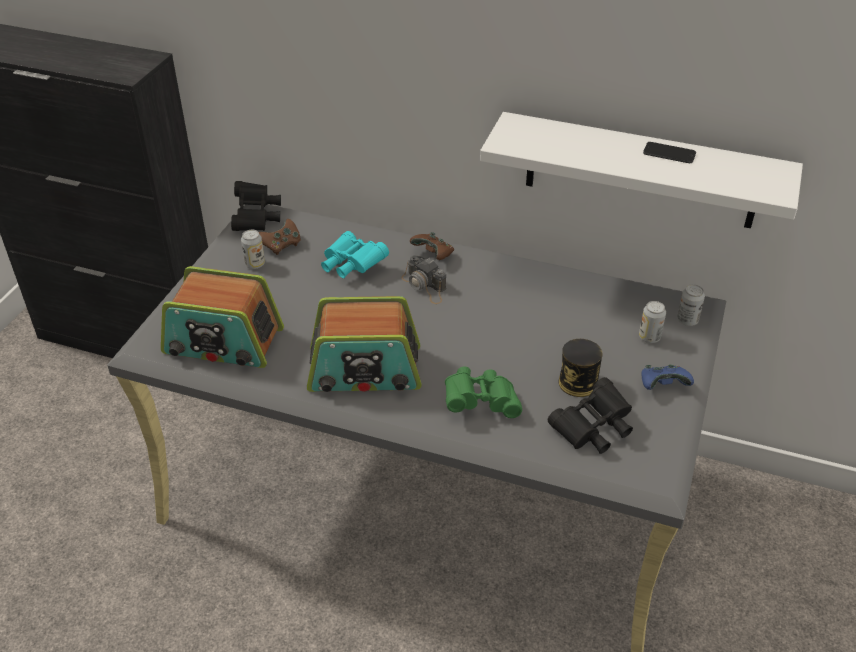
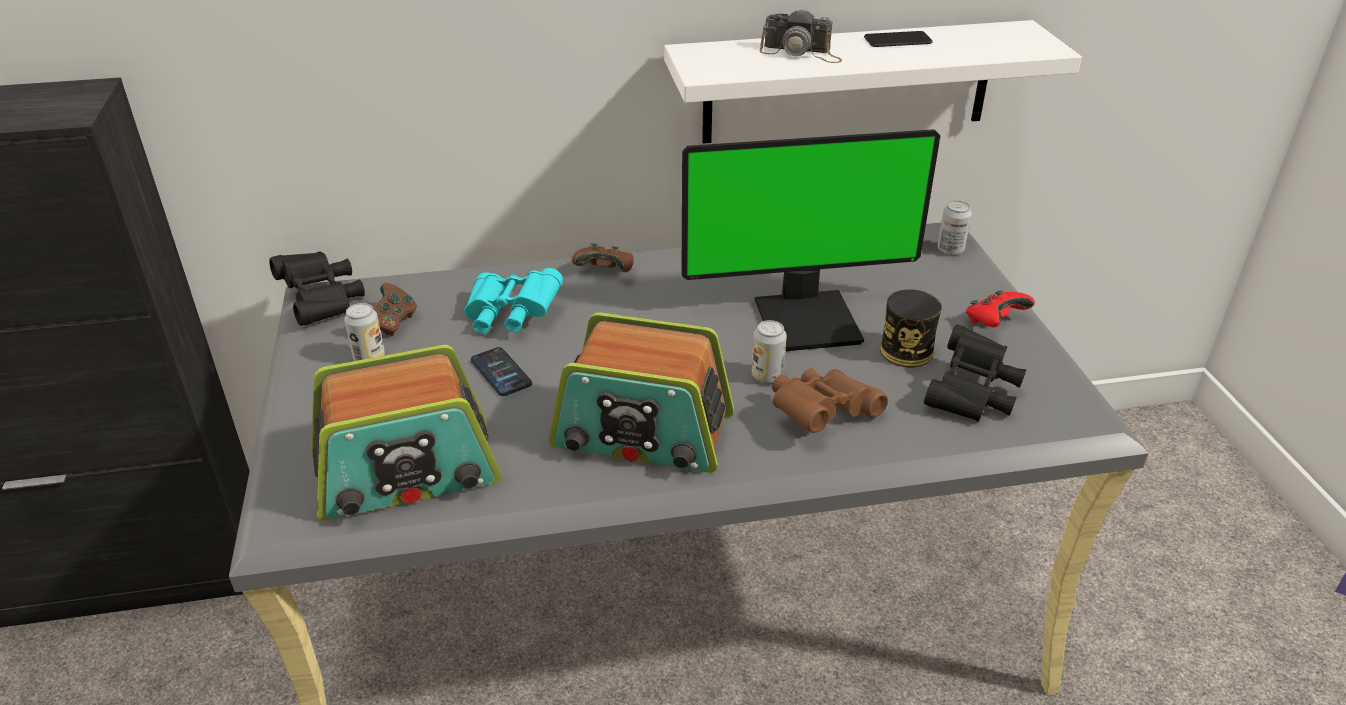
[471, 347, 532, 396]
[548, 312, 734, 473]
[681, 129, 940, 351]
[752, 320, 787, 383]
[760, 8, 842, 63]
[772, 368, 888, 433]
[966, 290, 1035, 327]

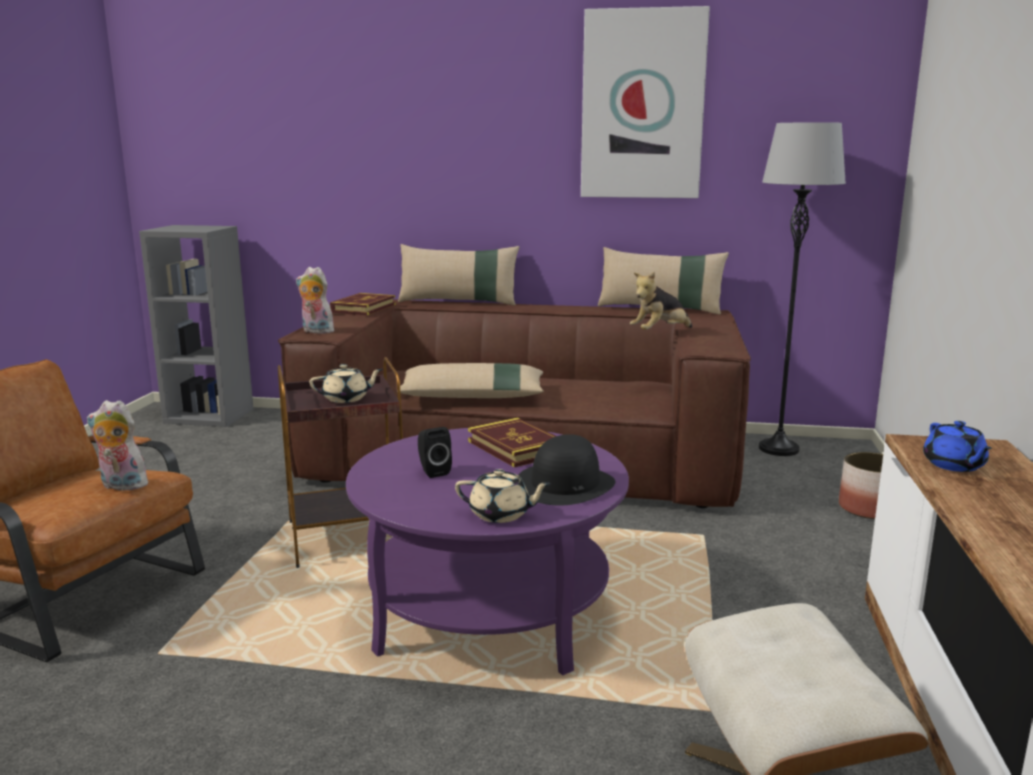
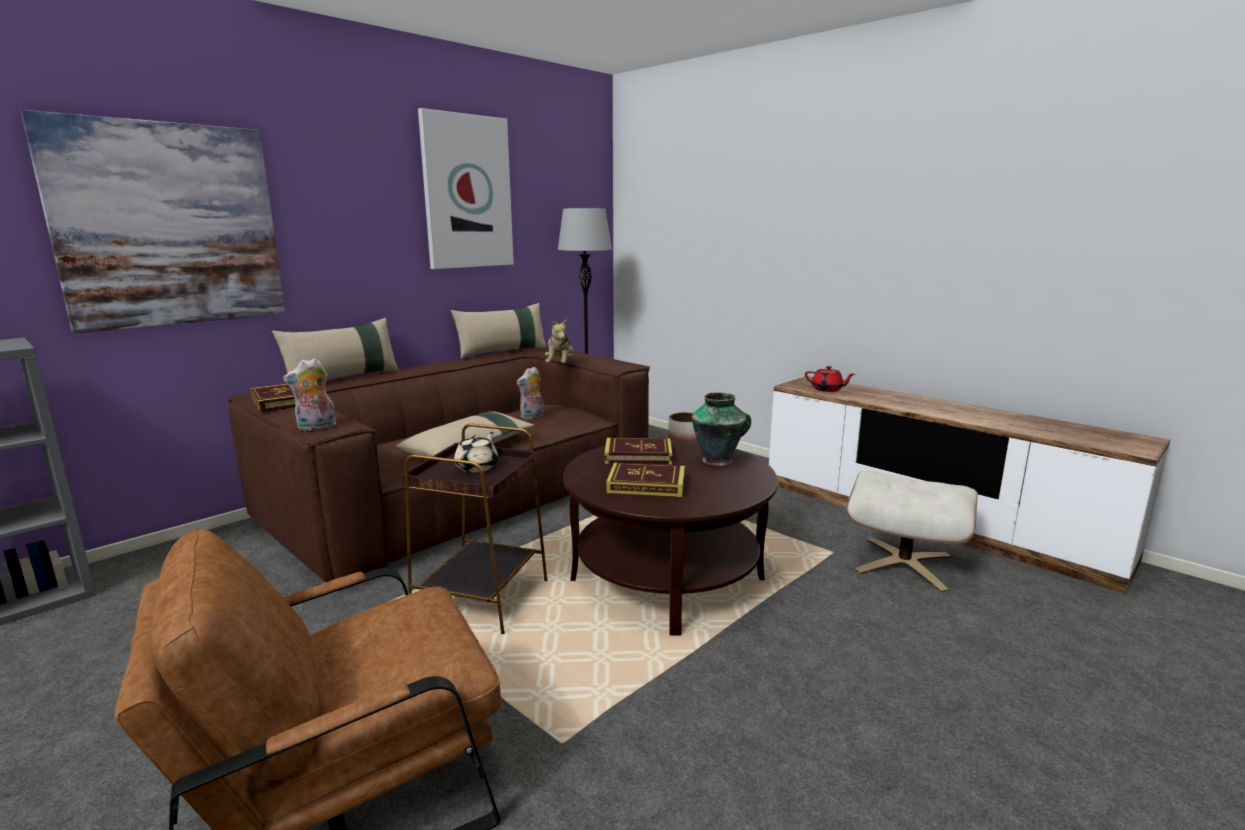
[20, 110, 286, 334]
[516, 367, 544, 420]
[563, 439, 778, 636]
[606, 462, 685, 497]
[692, 392, 751, 466]
[805, 366, 855, 392]
[455, 469, 551, 523] (first image)

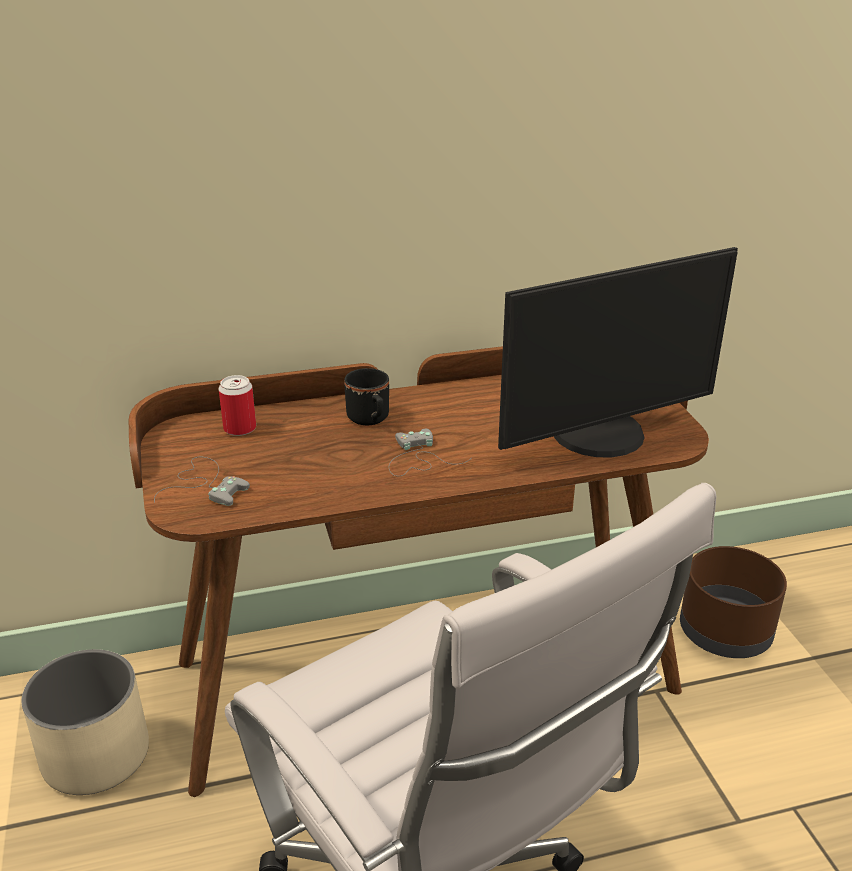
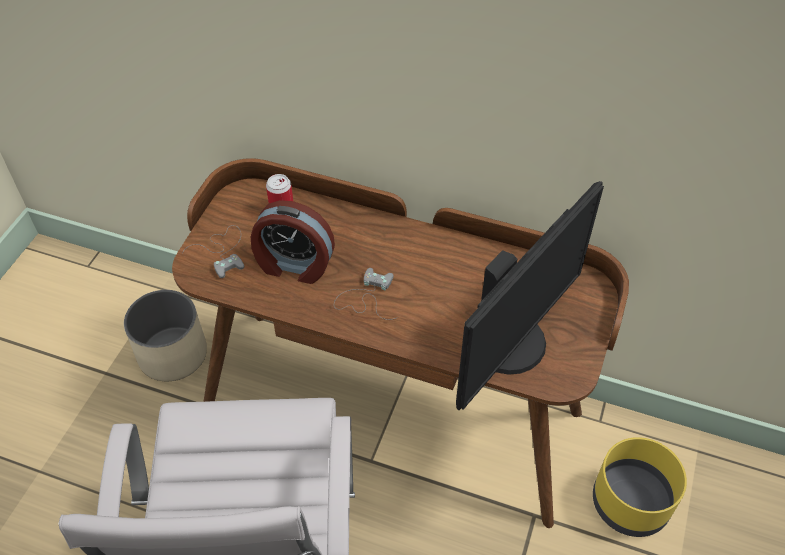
[251, 200, 335, 284]
[456, 181, 604, 410]
[593, 437, 687, 537]
[344, 368, 389, 425] (first image)

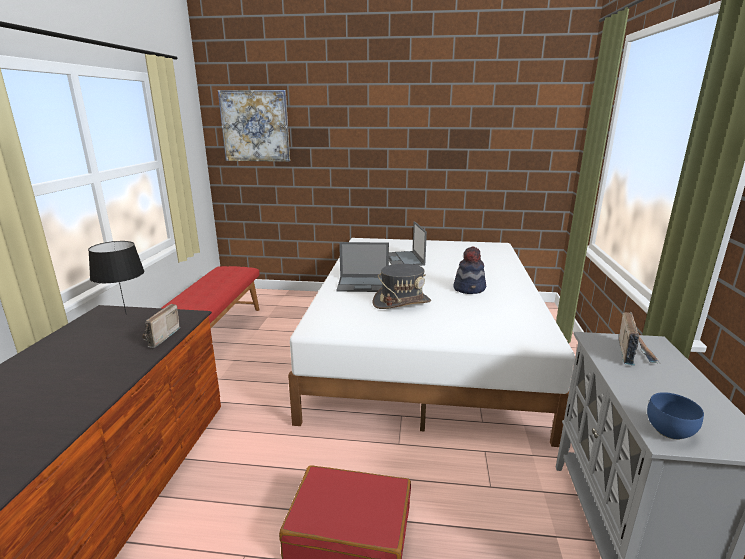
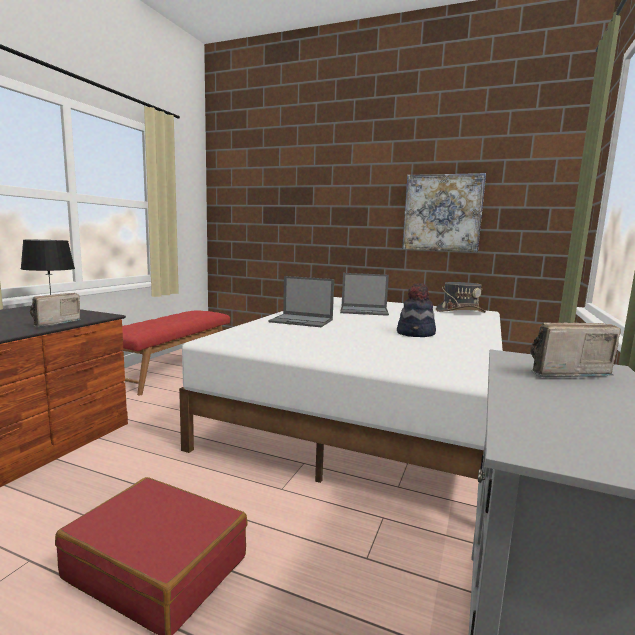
[340, 273, 389, 316]
[402, 173, 486, 252]
[436, 282, 486, 313]
[530, 322, 621, 378]
[647, 392, 704, 440] (first image)

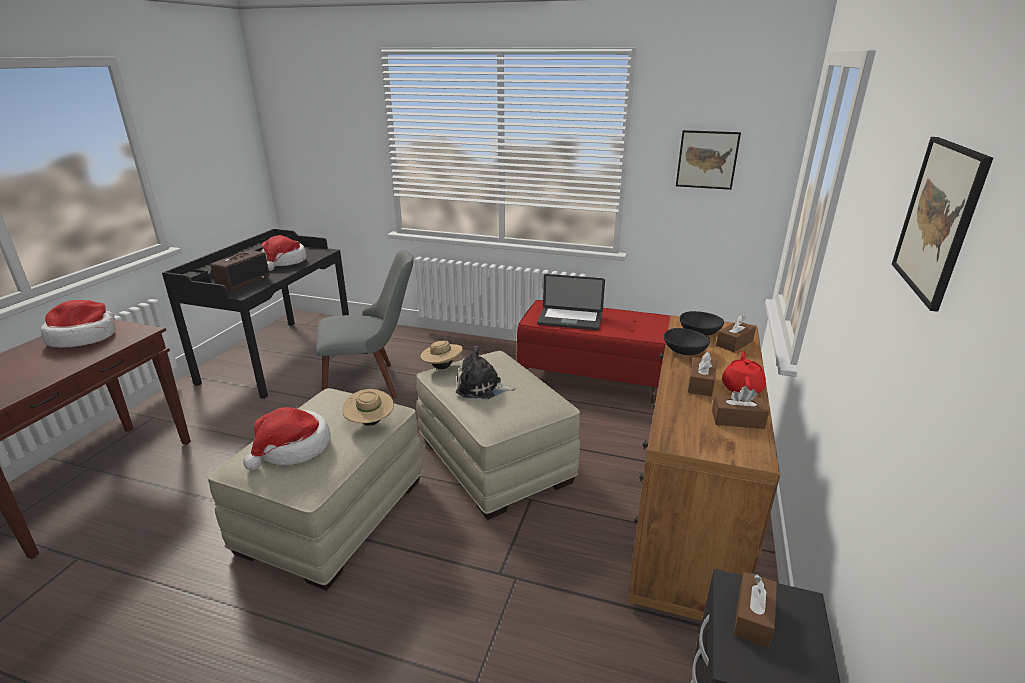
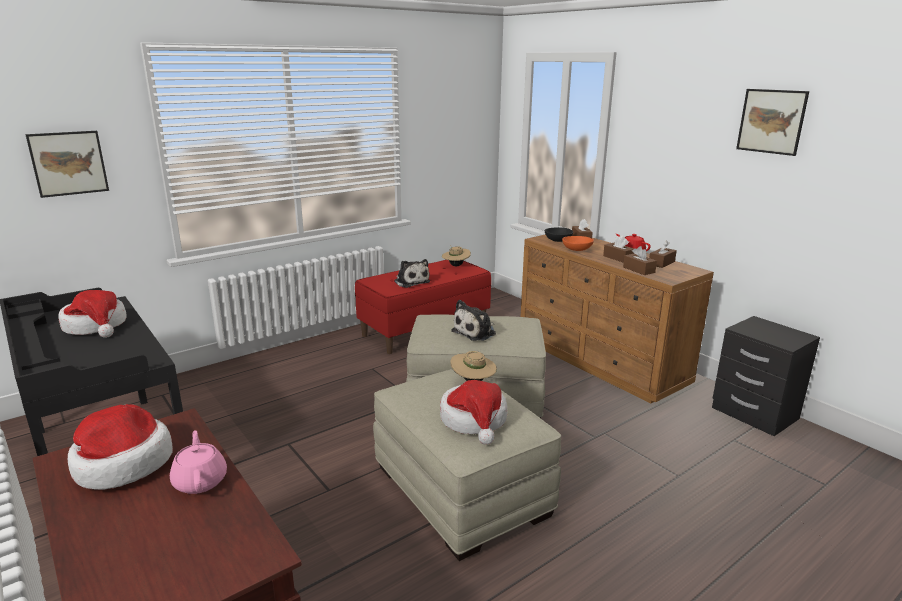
[25, 131, 109, 198]
[170, 430, 227, 494]
[394, 259, 430, 288]
[442, 245, 471, 266]
[562, 236, 594, 251]
[623, 246, 657, 275]
[211, 250, 269, 291] (first image)
[316, 250, 414, 398] (first image)

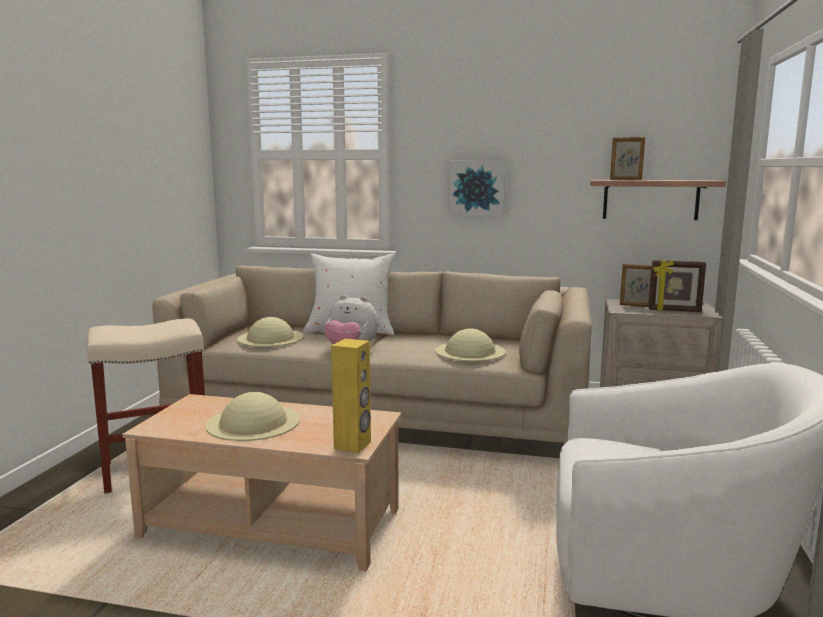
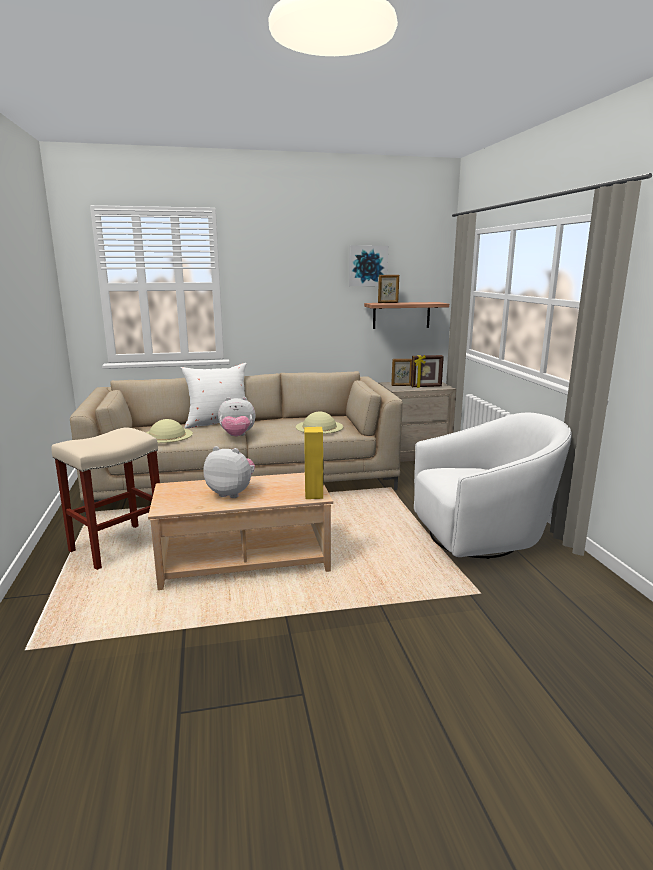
[203, 446, 255, 498]
[349, 245, 388, 286]

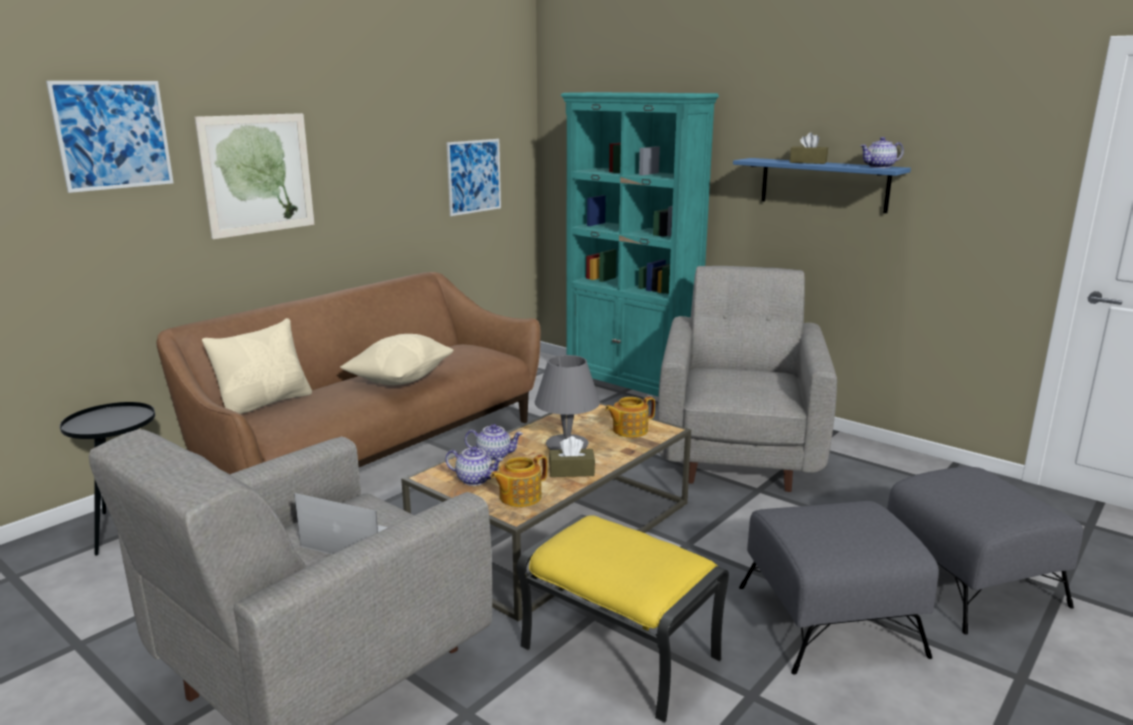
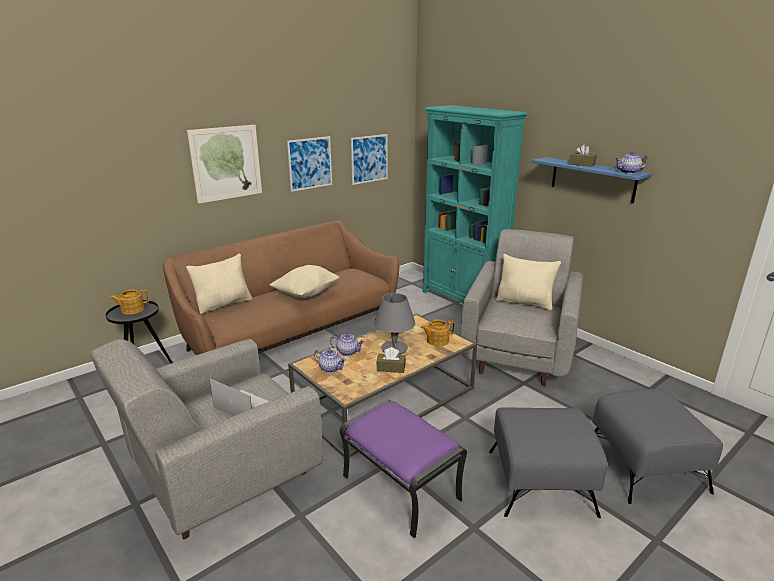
[110, 289, 149, 315]
[287, 136, 332, 192]
[340, 400, 467, 538]
[496, 254, 561, 311]

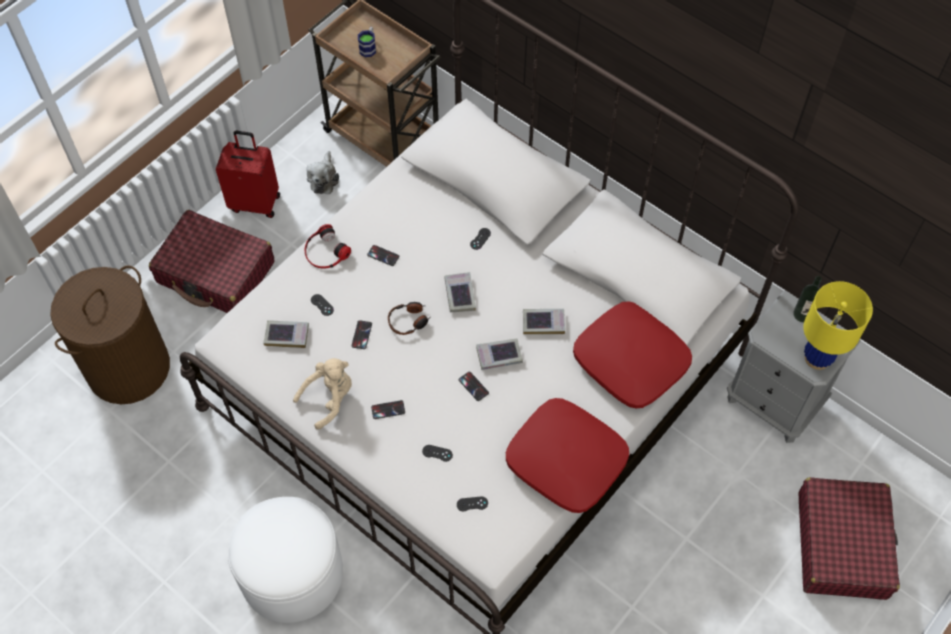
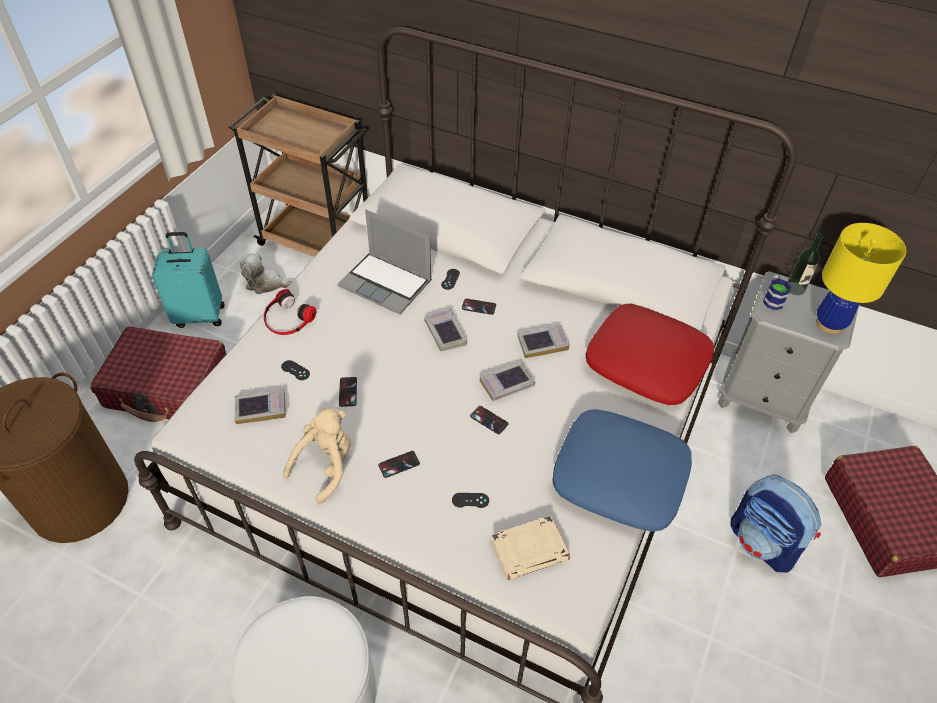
[152, 232, 225, 328]
[240, 253, 292, 294]
[338, 210, 432, 315]
[462, 299, 496, 315]
[491, 515, 570, 580]
[552, 409, 692, 532]
[730, 474, 821, 572]
[763, 275, 792, 310]
[388, 302, 430, 335] (first image)

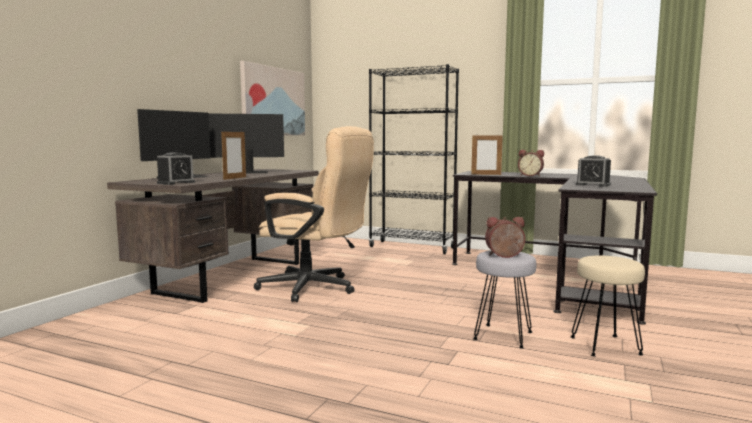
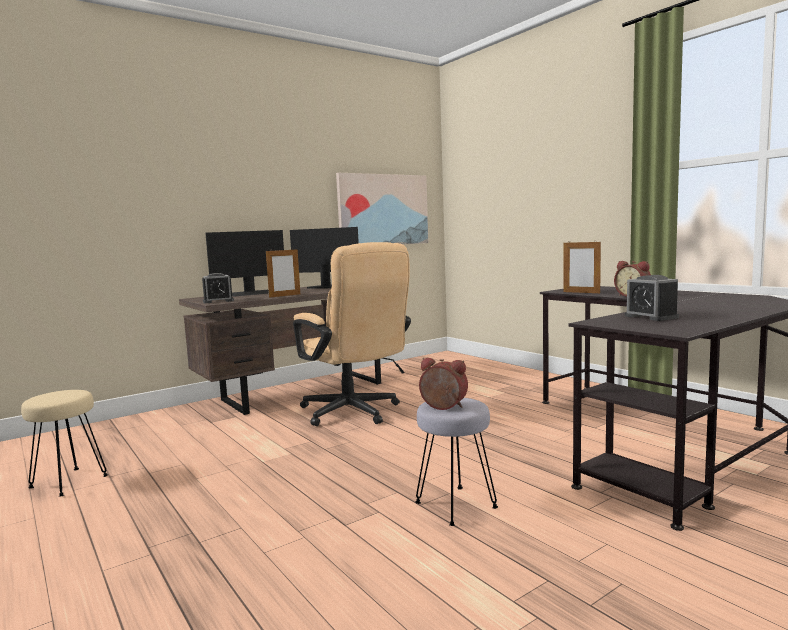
[21, 390, 108, 497]
[369, 64, 459, 254] (first image)

